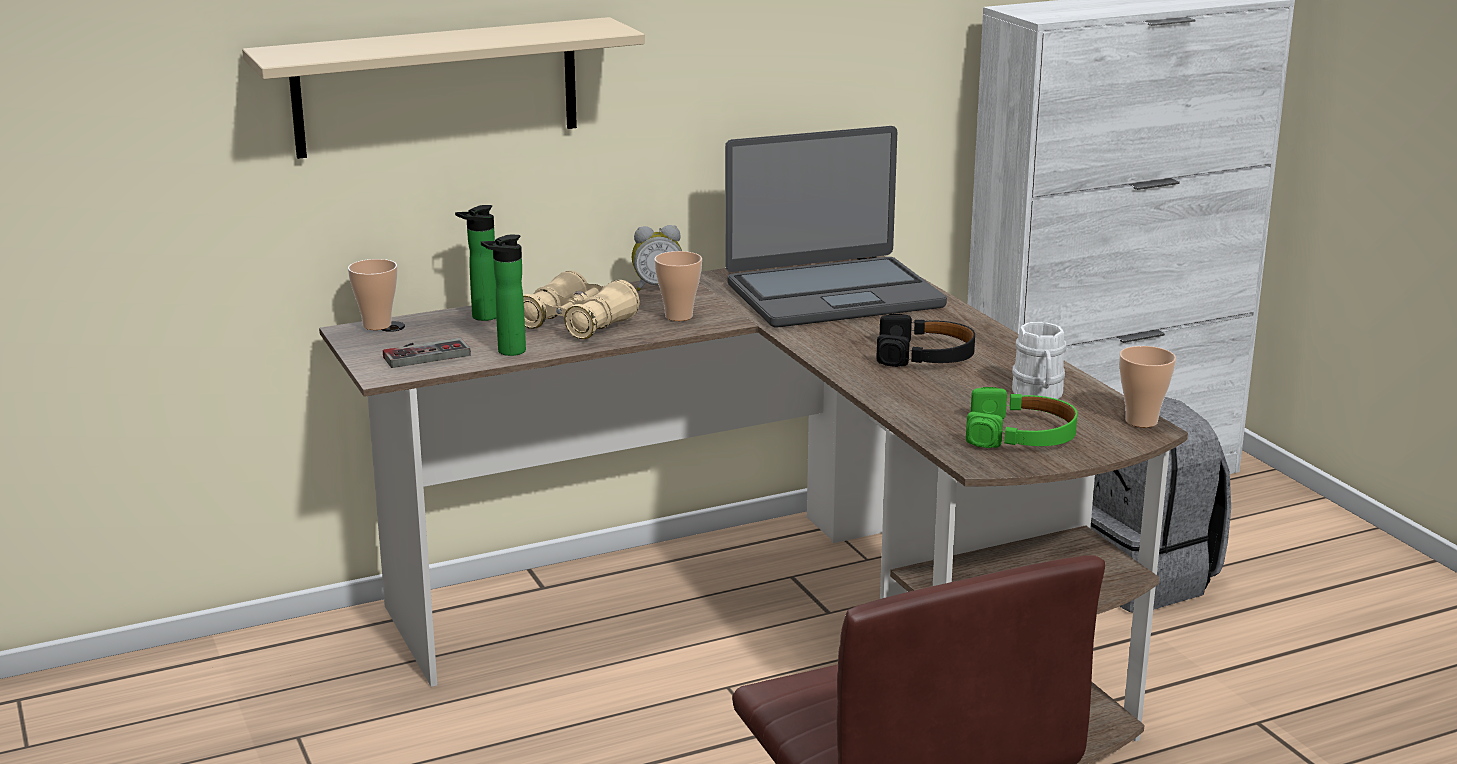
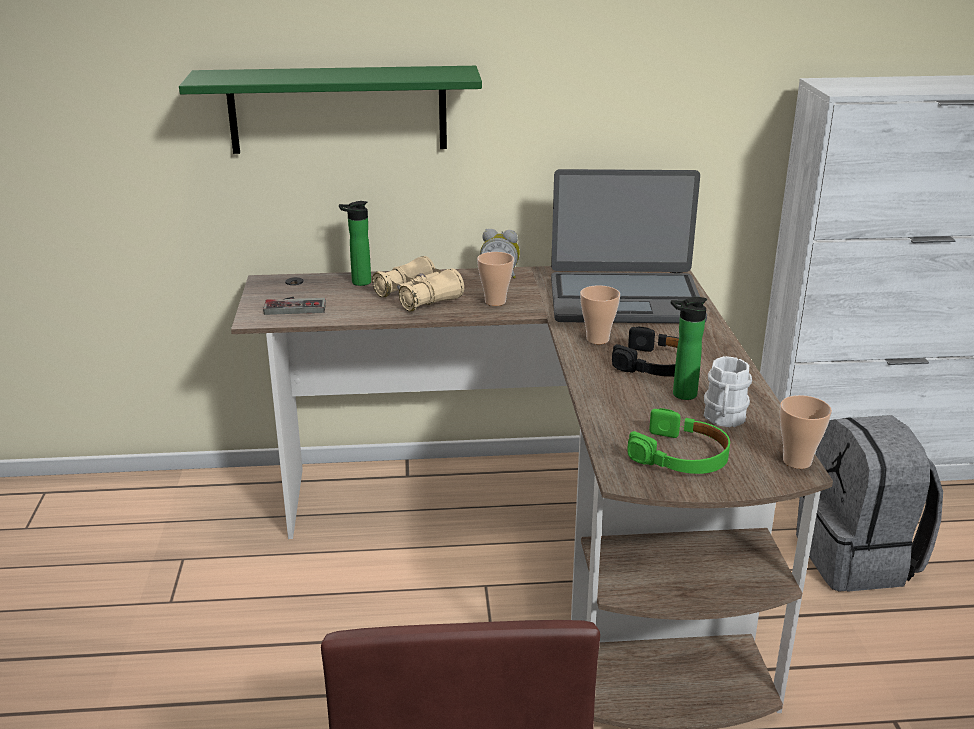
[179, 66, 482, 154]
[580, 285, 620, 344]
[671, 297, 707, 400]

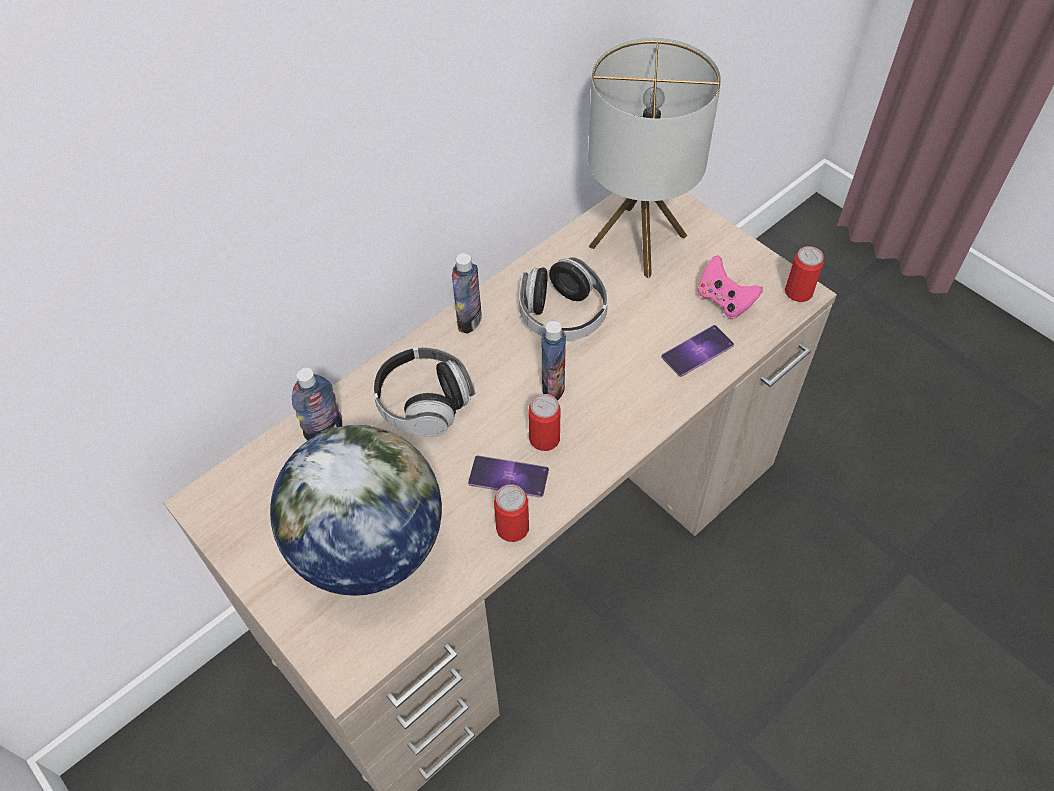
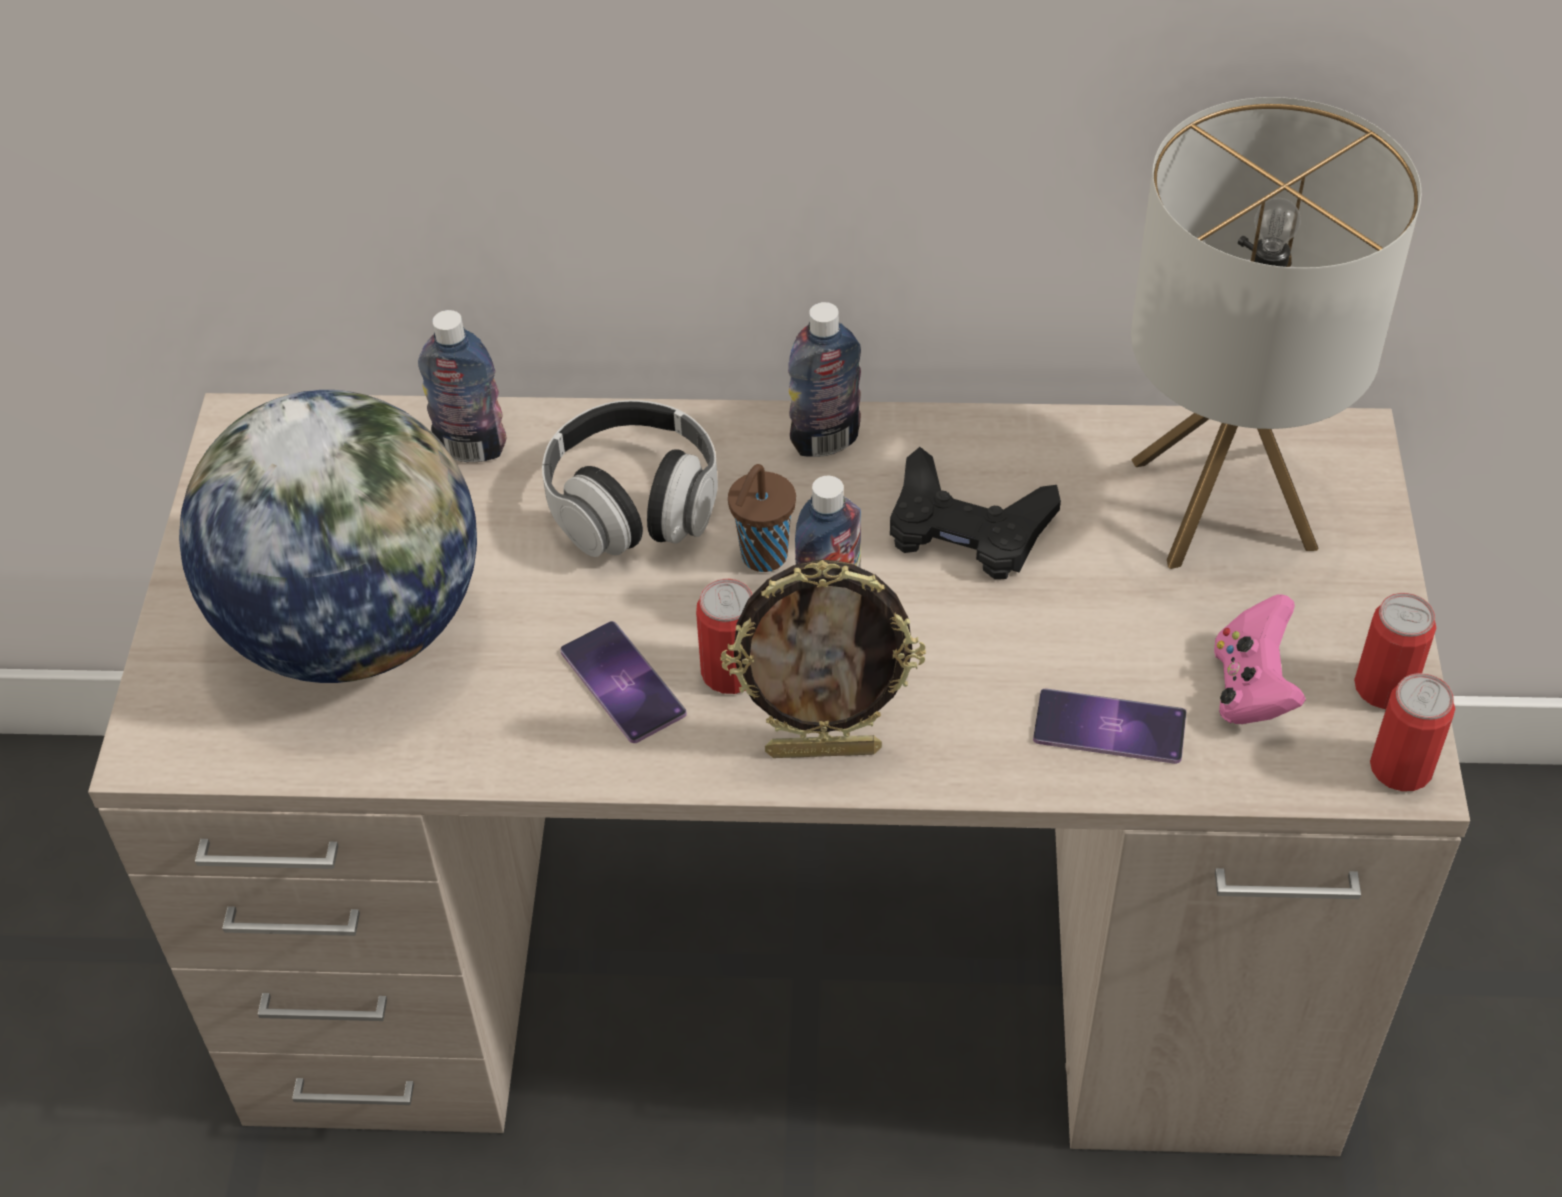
[721, 559, 926, 758]
[728, 464, 796, 572]
[890, 447, 1061, 579]
[1354, 593, 1436, 709]

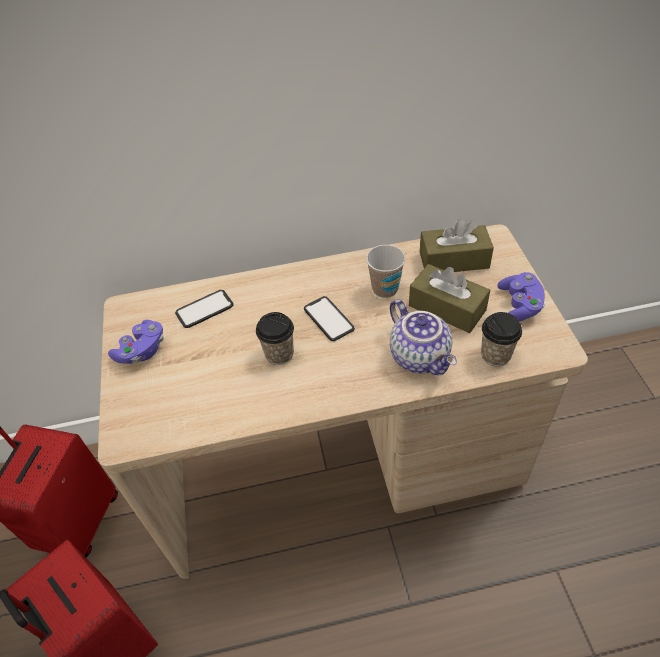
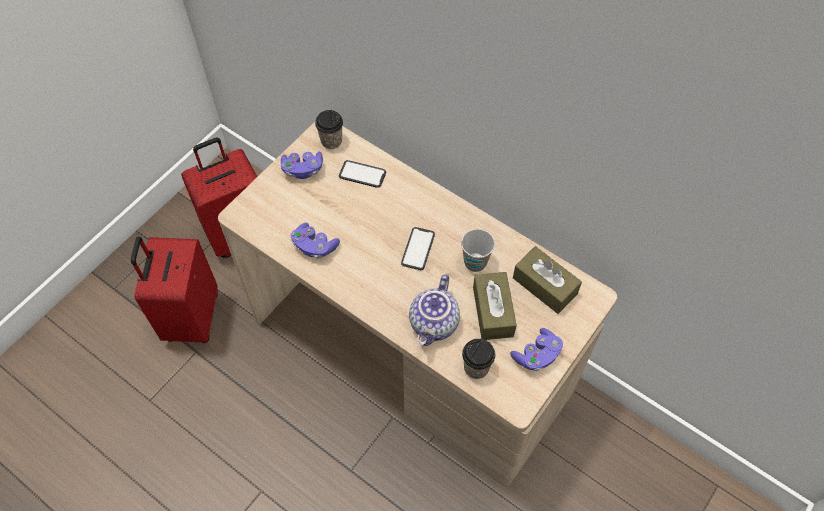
[291, 223, 340, 259]
[315, 110, 343, 149]

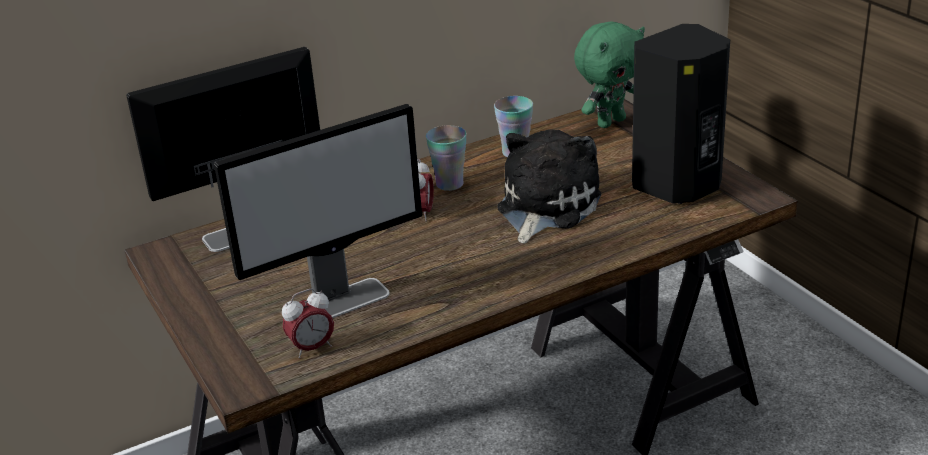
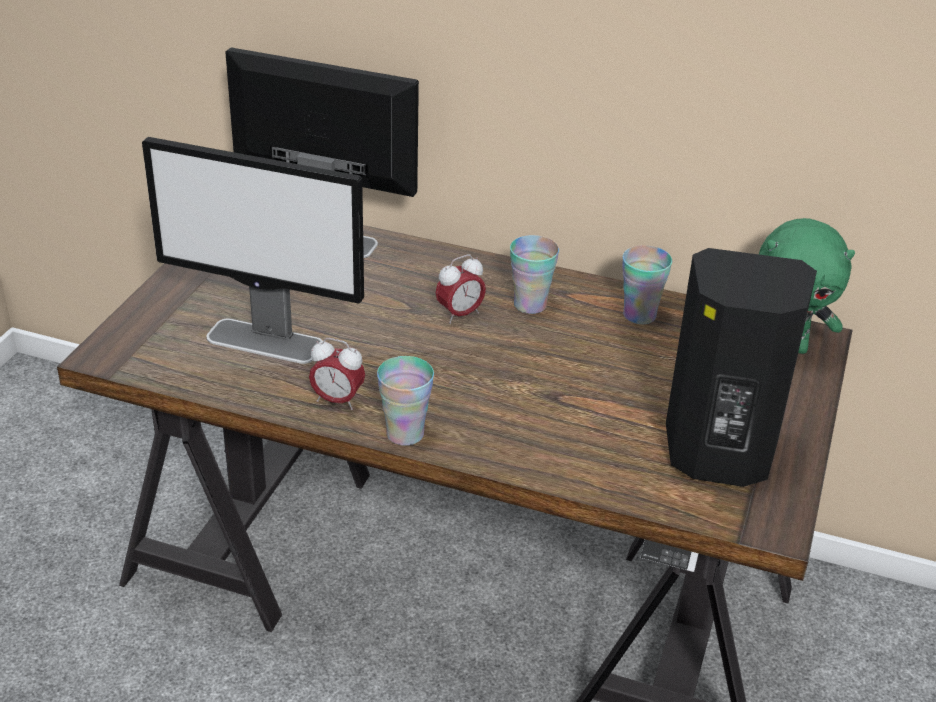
[309, 338, 365, 410]
[377, 356, 434, 446]
[497, 129, 601, 244] (first image)

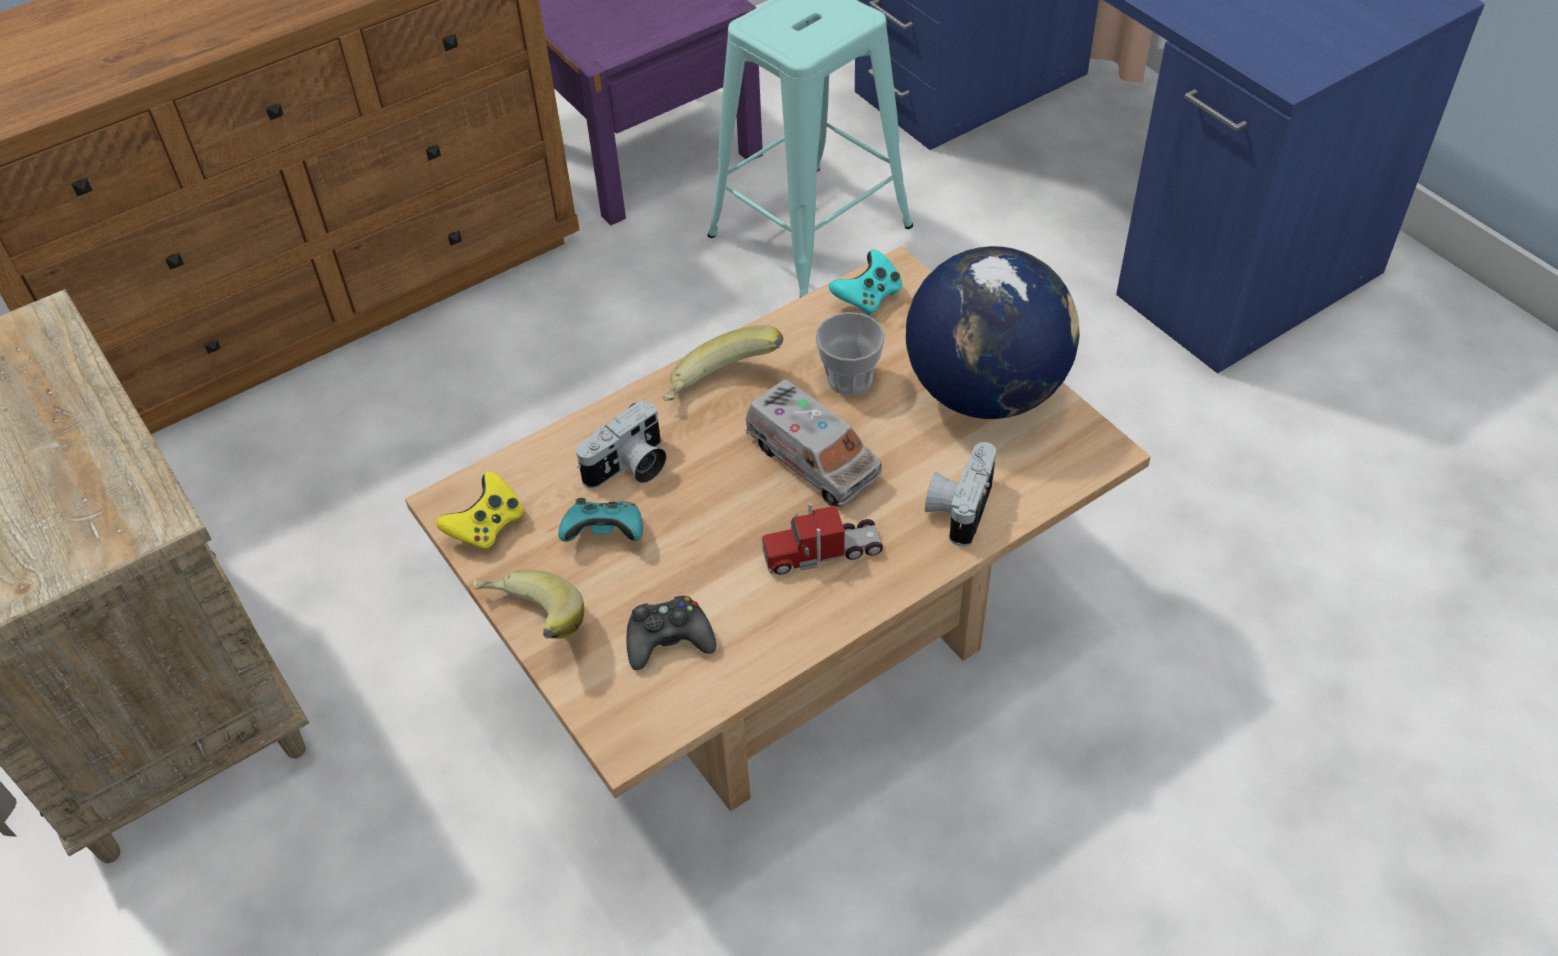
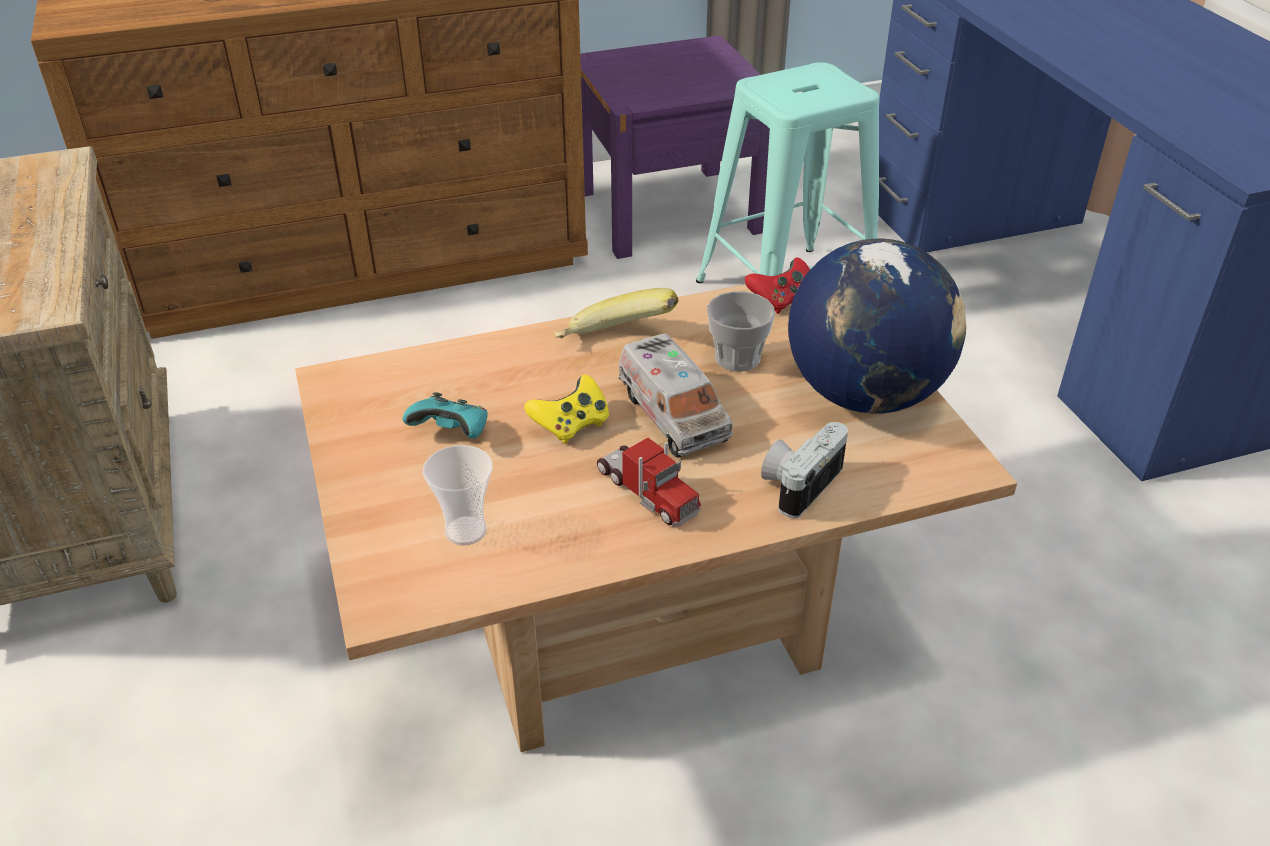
[423, 445, 493, 546]
[524, 374, 609, 444]
[597, 438, 701, 527]
[745, 258, 810, 314]
[473, 569, 584, 639] (first image)
[576, 400, 666, 489] (first image)

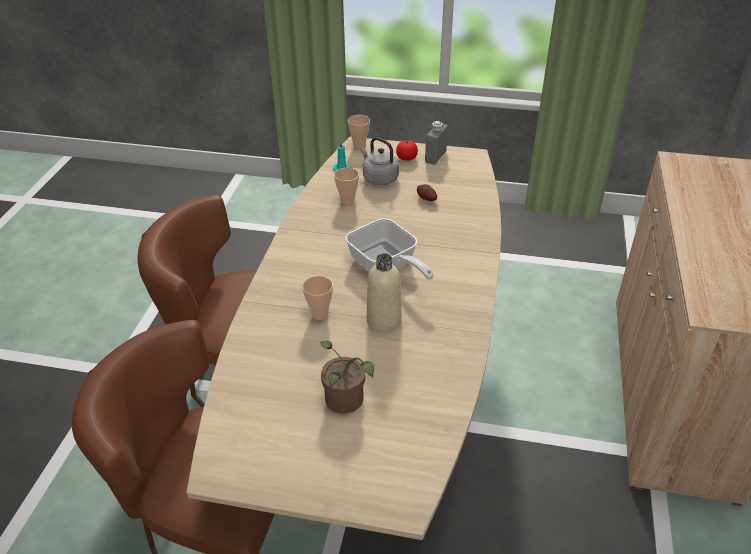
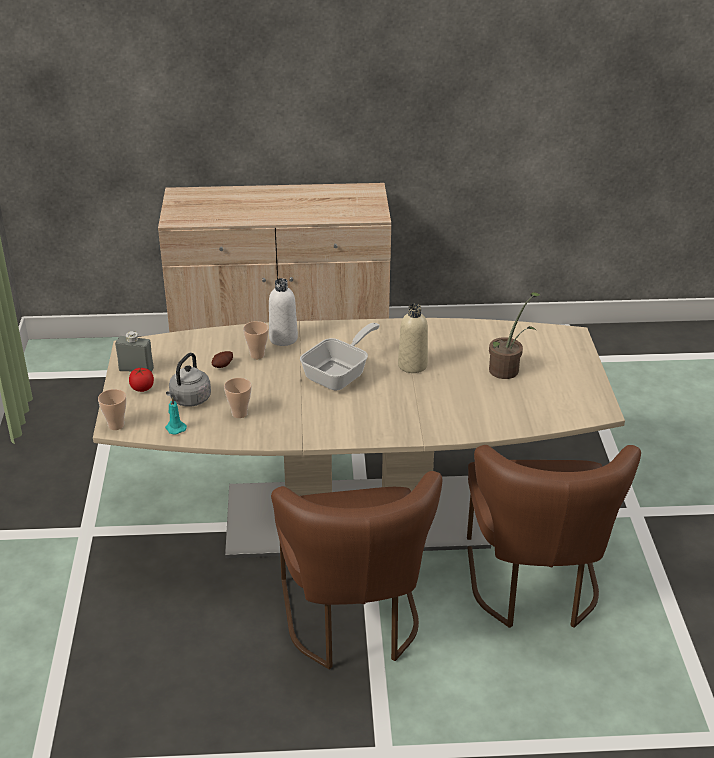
[243, 321, 269, 359]
[269, 278, 298, 346]

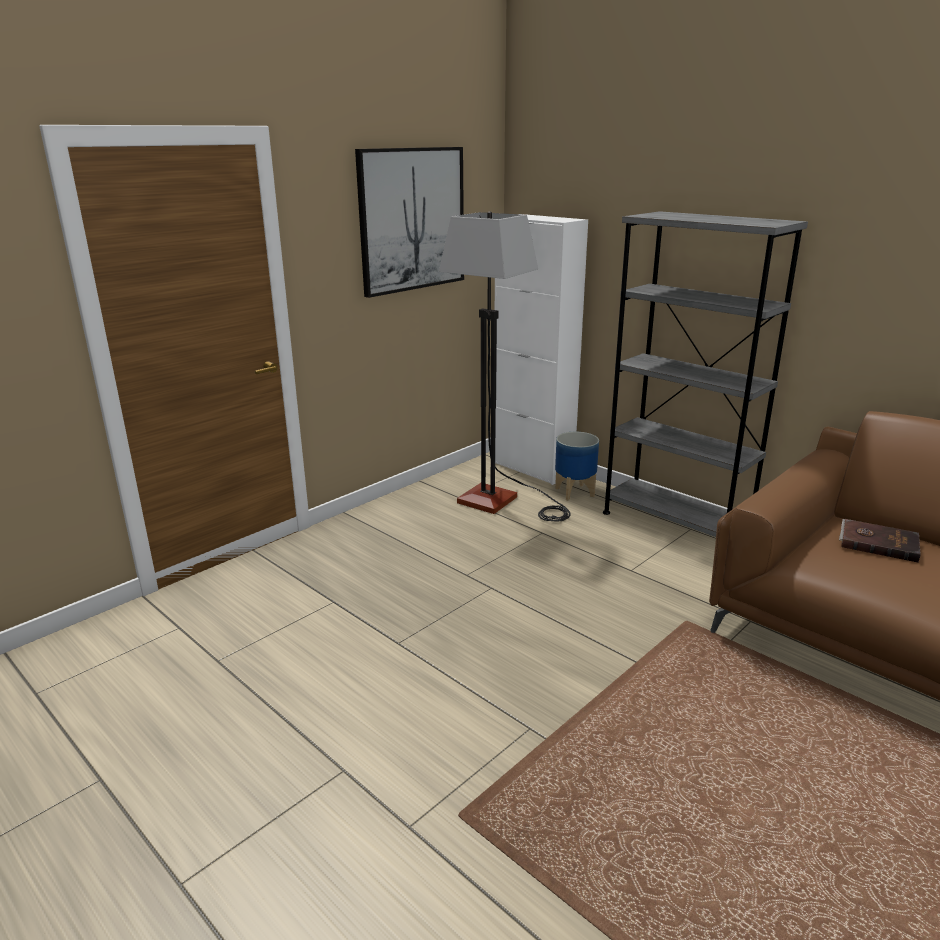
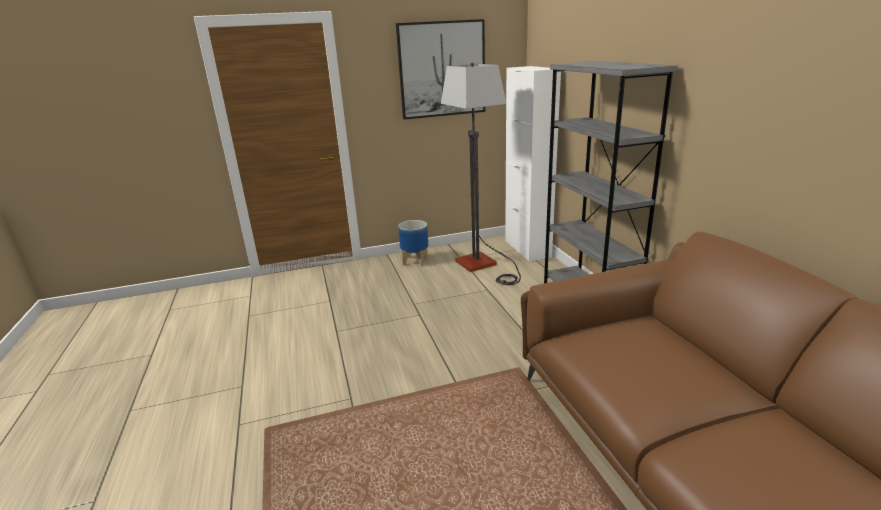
[398, 220, 428, 267]
[839, 519, 921, 563] (first image)

